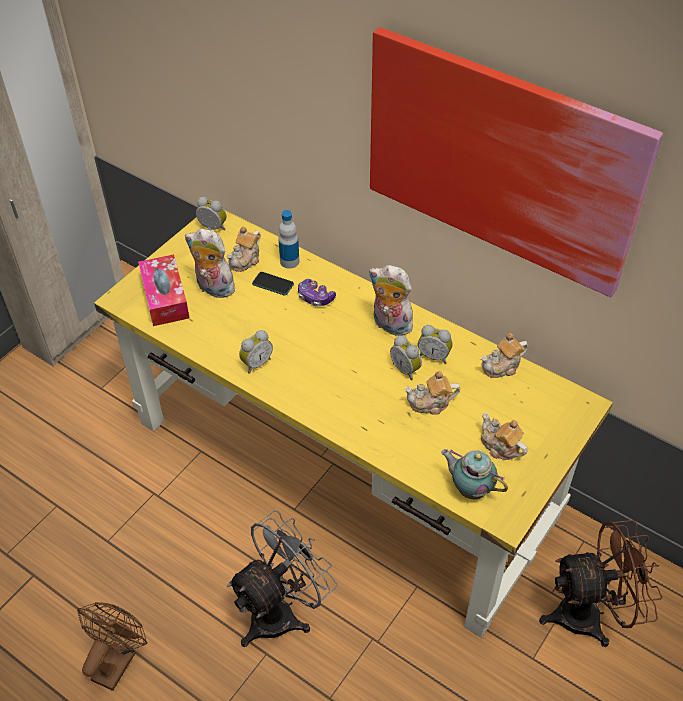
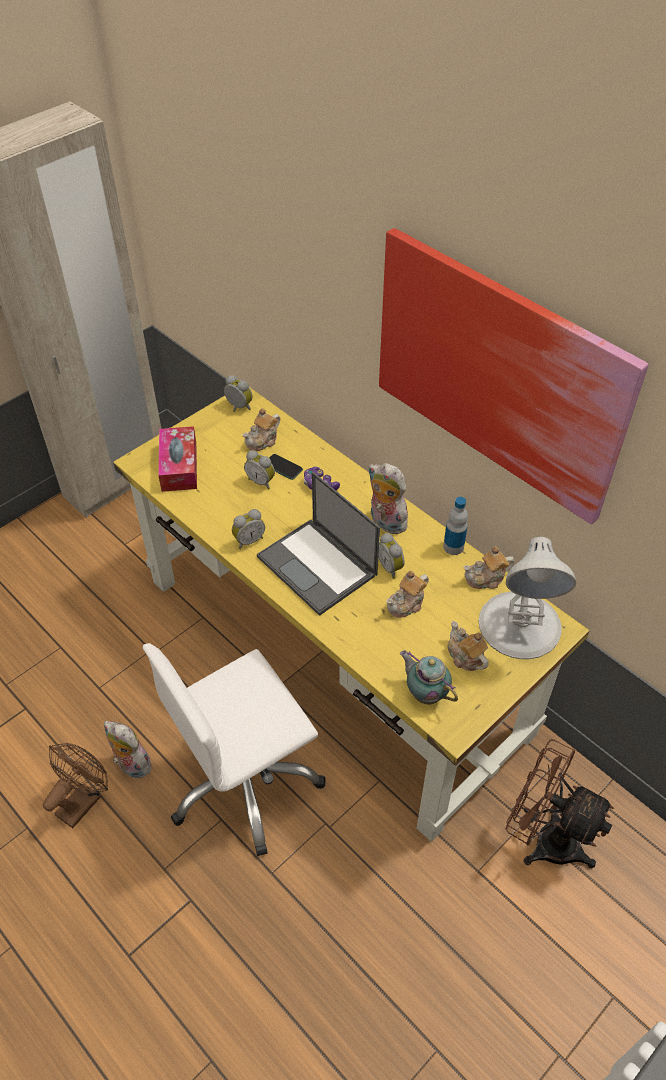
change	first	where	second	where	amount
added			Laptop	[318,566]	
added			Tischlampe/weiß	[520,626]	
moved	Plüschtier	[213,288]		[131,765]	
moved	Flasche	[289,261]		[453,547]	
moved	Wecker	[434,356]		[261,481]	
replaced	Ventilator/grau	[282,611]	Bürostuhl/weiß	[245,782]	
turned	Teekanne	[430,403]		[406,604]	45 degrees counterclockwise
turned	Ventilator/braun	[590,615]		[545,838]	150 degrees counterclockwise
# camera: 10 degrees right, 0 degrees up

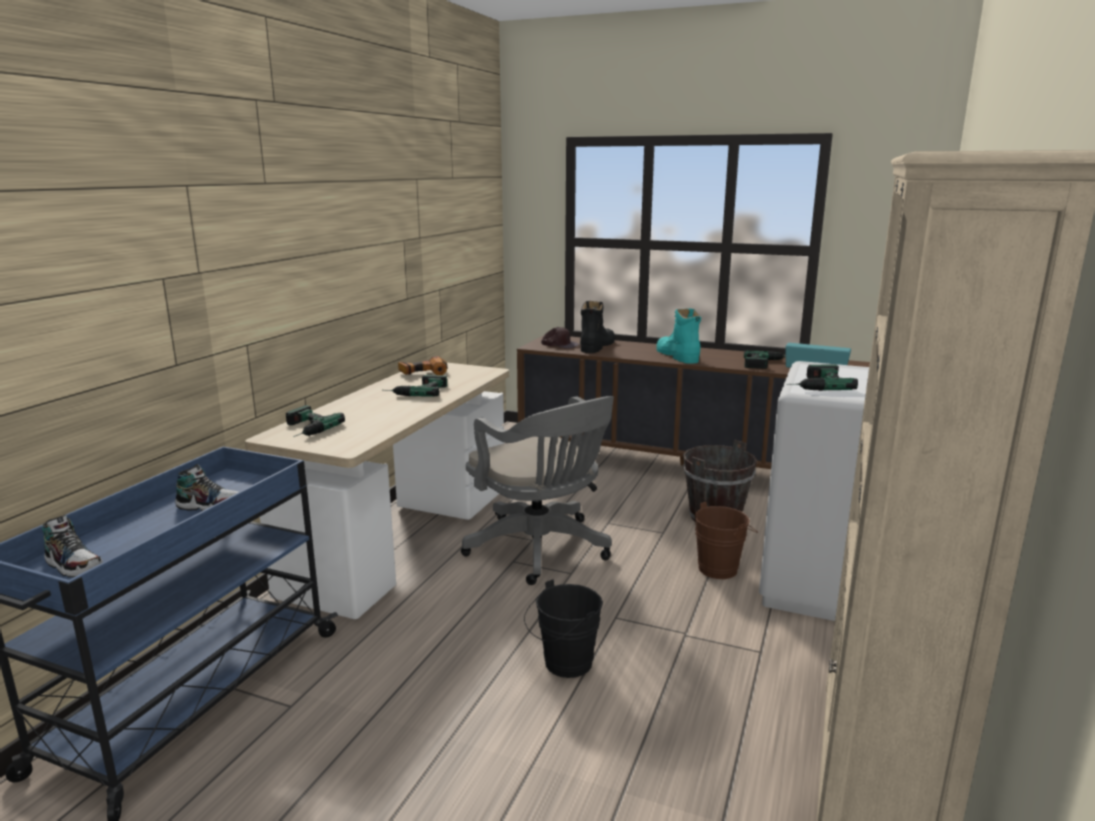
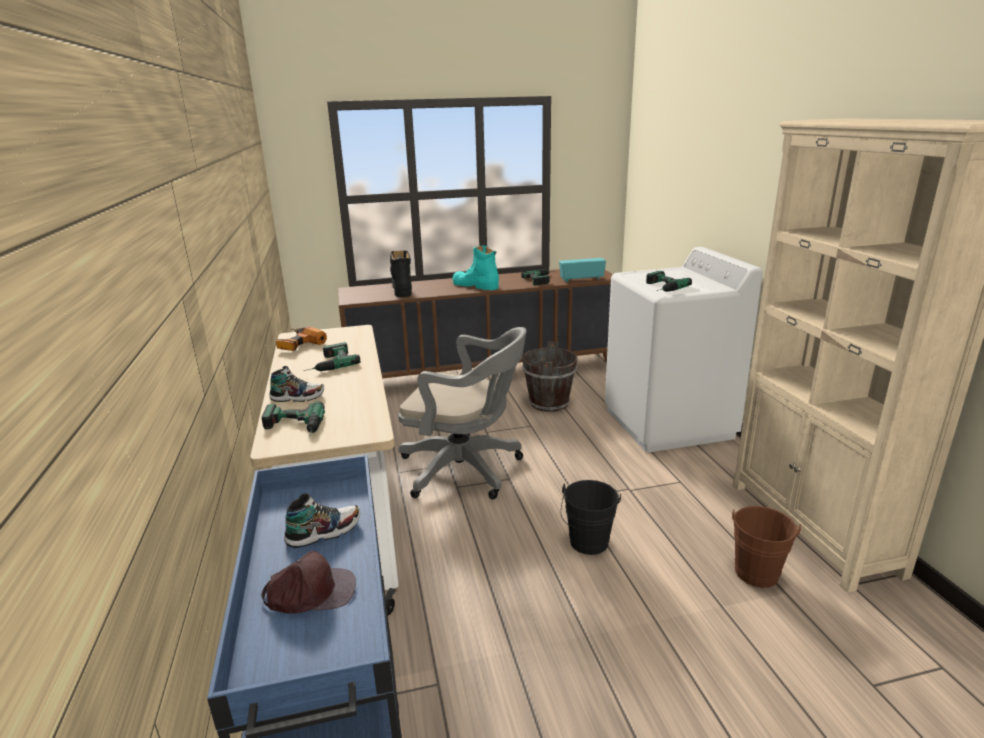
change	first	where	second	where	amount
moved	Schuh	[74,566]		[297,397]	
moved	Kappe/braun	[560,345]		[310,592]	
moved	Eimer/braun	[721,568]		[756,570]	
# camera: 35 degrees left, 5 degrees up

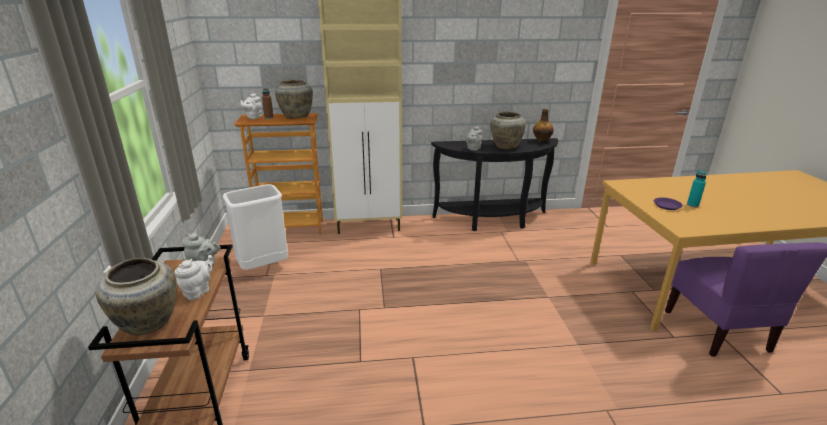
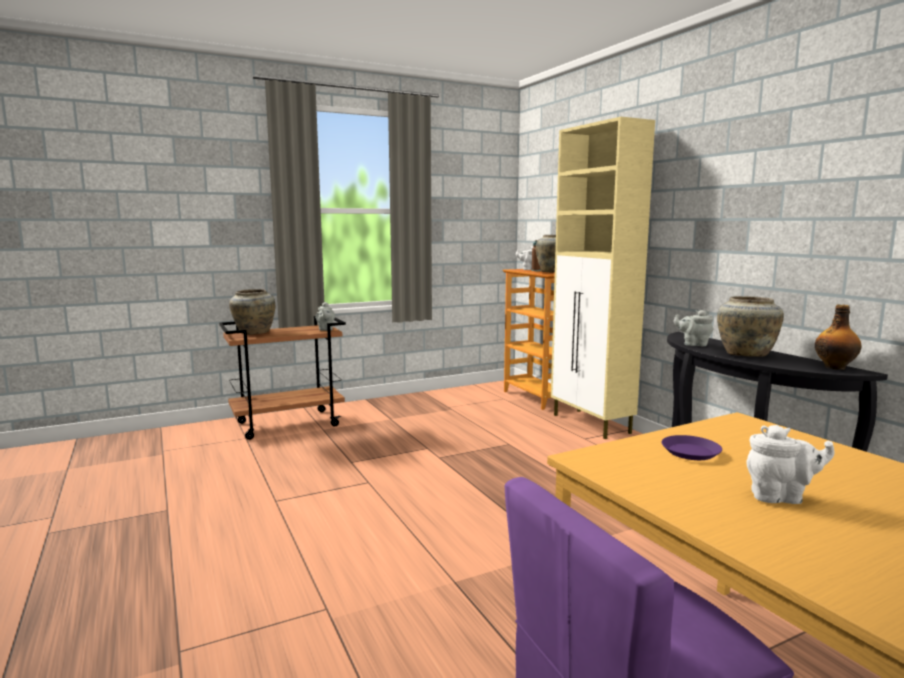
change	first	where	second	where	amount
removed	Mülleimer/weiß	[263,267]			
removed	Flasche/türkis	[692,205]			
moved	Teekanne/weiß	[198,291]		[781,497]	
# camera: 70 degrees right, 15 degrees down

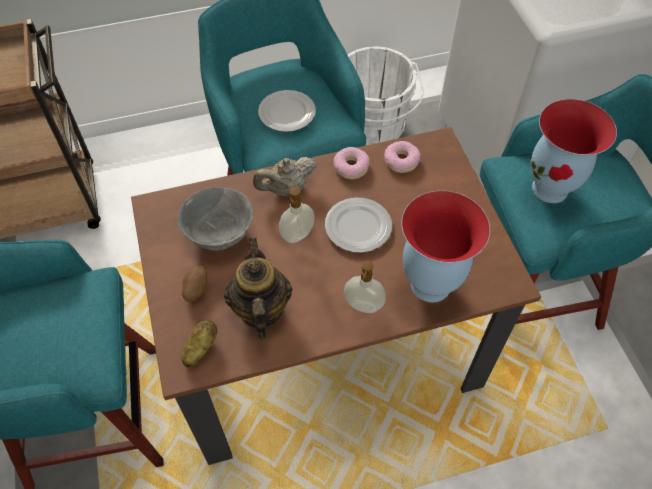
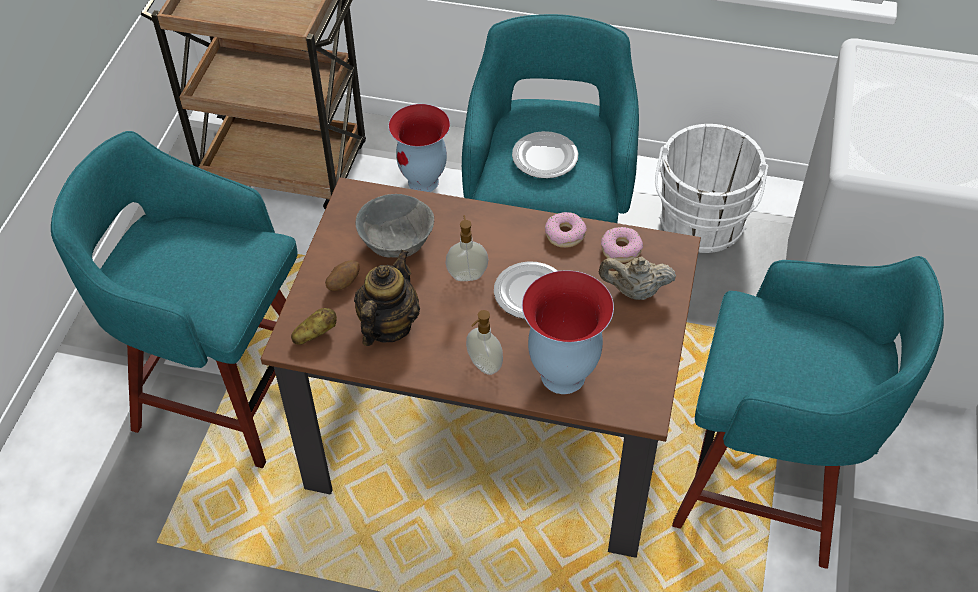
change	first	where	second	where	amount
moved	Teekanne/beige	[286,189]		[635,291]	
moved	Vase	[551,189]		[424,182]	
# camera: 30 degrees right, 5 degrees down

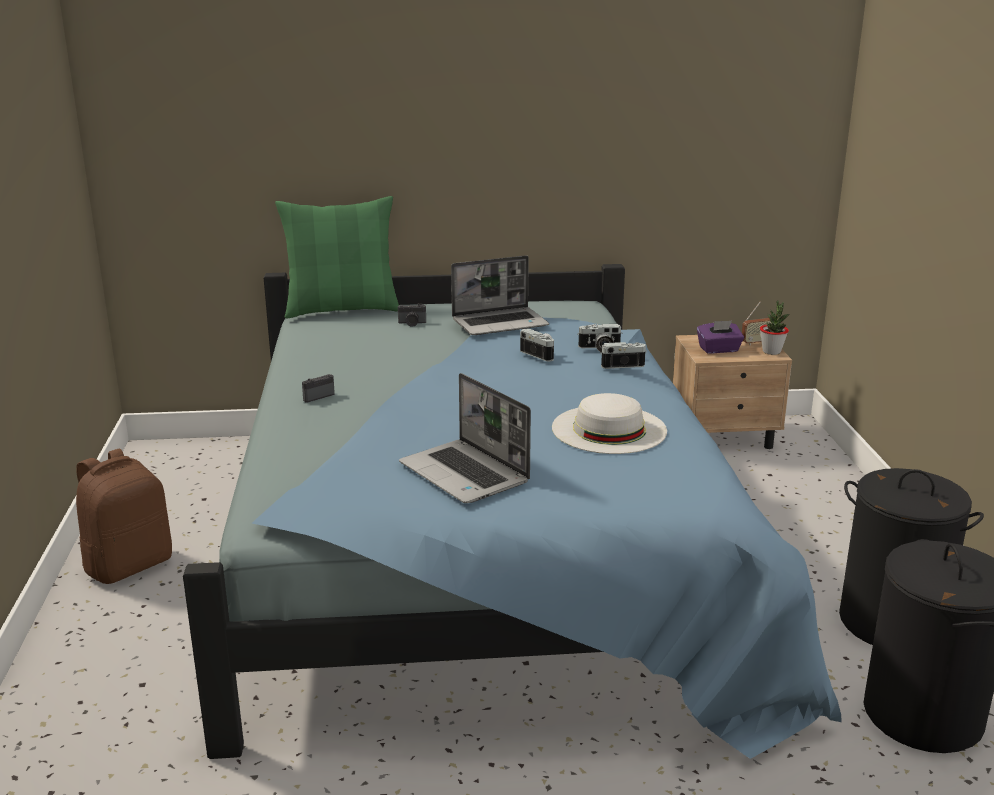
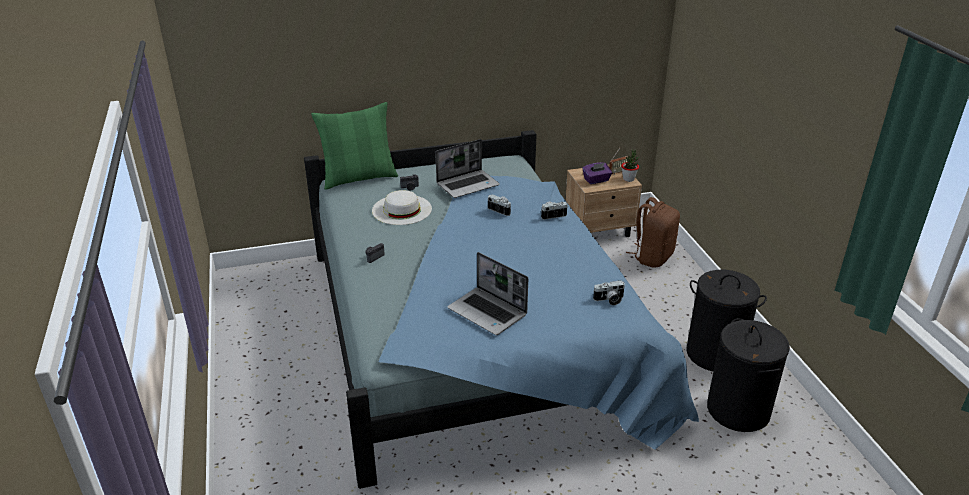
change	first	where	second	where	amount
moved	Rucksack/braun	[129,565]		[652,257]	
moved	Hut/weiß	[609,429]		[402,209]	
moved	Kamera	[600,349]		[609,300]	
# camera: 10 degrees left, 10 degrees up

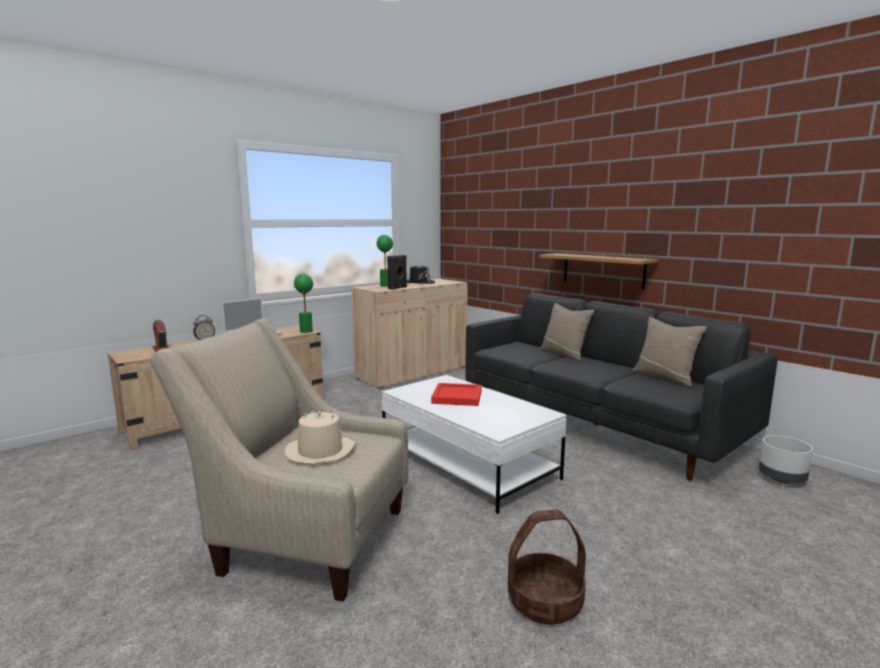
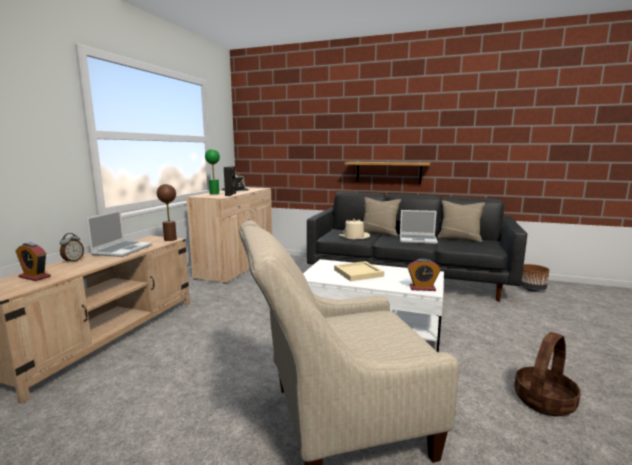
change	first	where	second	where	amount
added			Laptop	[418,240]	
added			Wecker	[422,288]	
moved	Hut/beige	[320,451]		[354,237]	
recoloured	Tischlampe/grün	[306,331]	Tischlampe/braun	[170,239]	
recoloured	Tablett/rot	[456,396]	Tablett/beige	[357,273]	
recoloured	Pflanzkübel/grau	[782,479]	Pflanzkübel/braun	[532,289]	
# camera: 30 degrees left, 0 degrees up

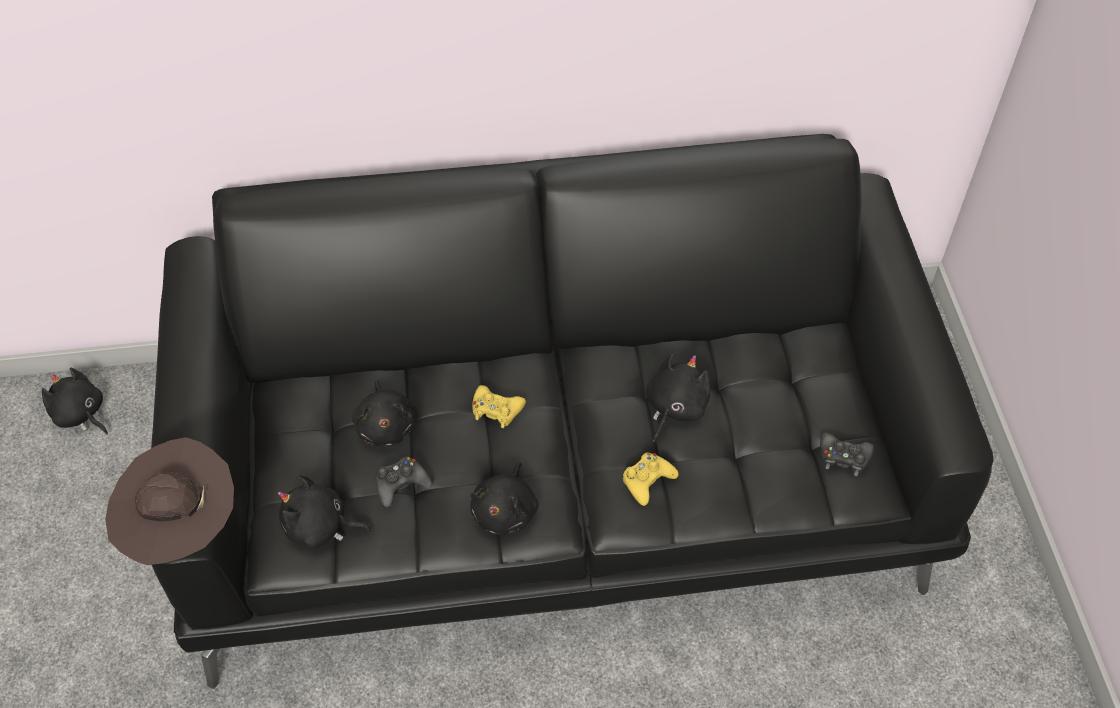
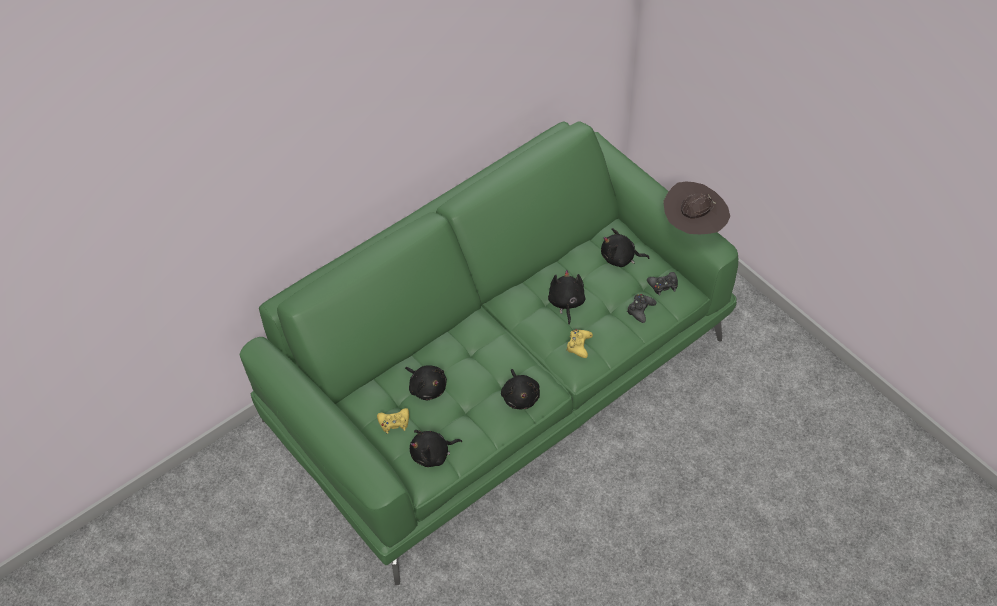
change	first	where	second	where	amount
moved	Plüschtier/schwarz	[80,414]		[620,258]	
moved	Hut/braun	[181,528]		[693,226]	
moved	Gamepad/schwarz	[401,484]		[640,310]	
moved	Gamepad/gelb	[496,410]		[394,422]	
recoloured	Sofa/schwarz	[559,475]	Sofa/grün	[501,378]	
# camera: 30 degrees left, 0 degrees up

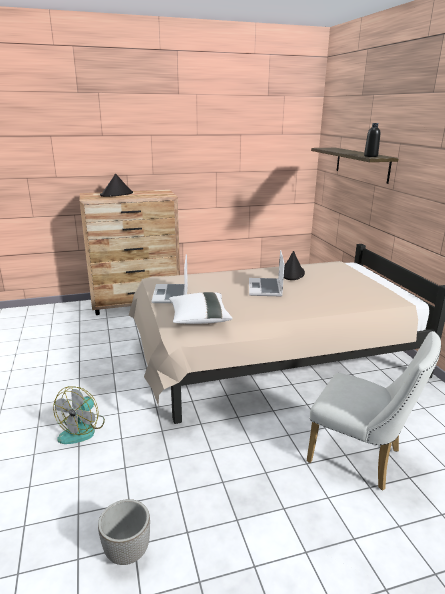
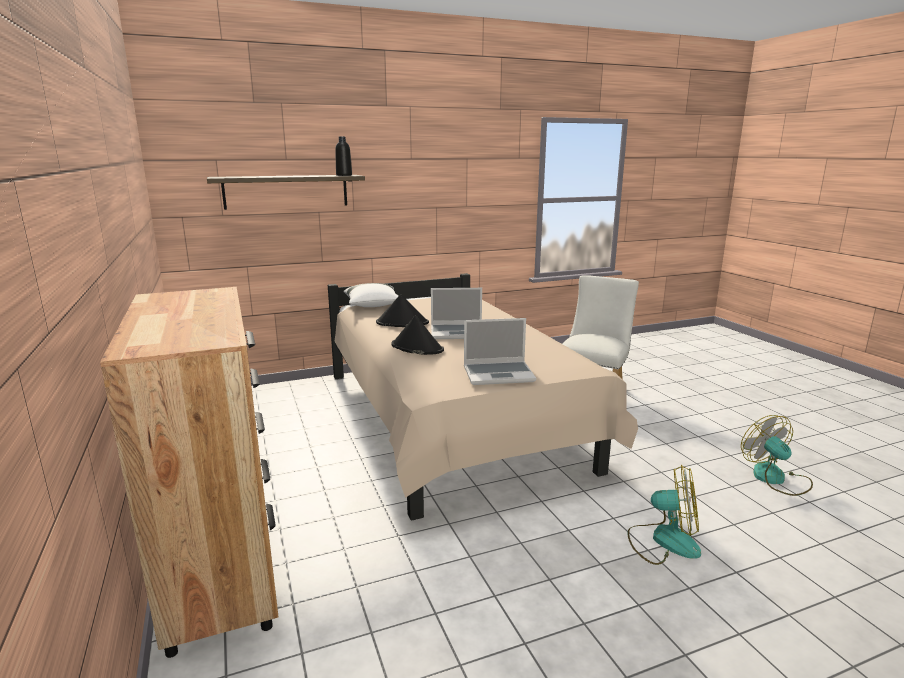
change	first	where	second	where	amount
moved	Hut/schwarz	[117,194]		[417,347]	
moved	Kissen/weiß	[199,318]		[372,306]	
replaced	Pflanzkübel	[127,551]	Ventilator	[776,479]	
# camera: 95 degrees left, 5 degrees down

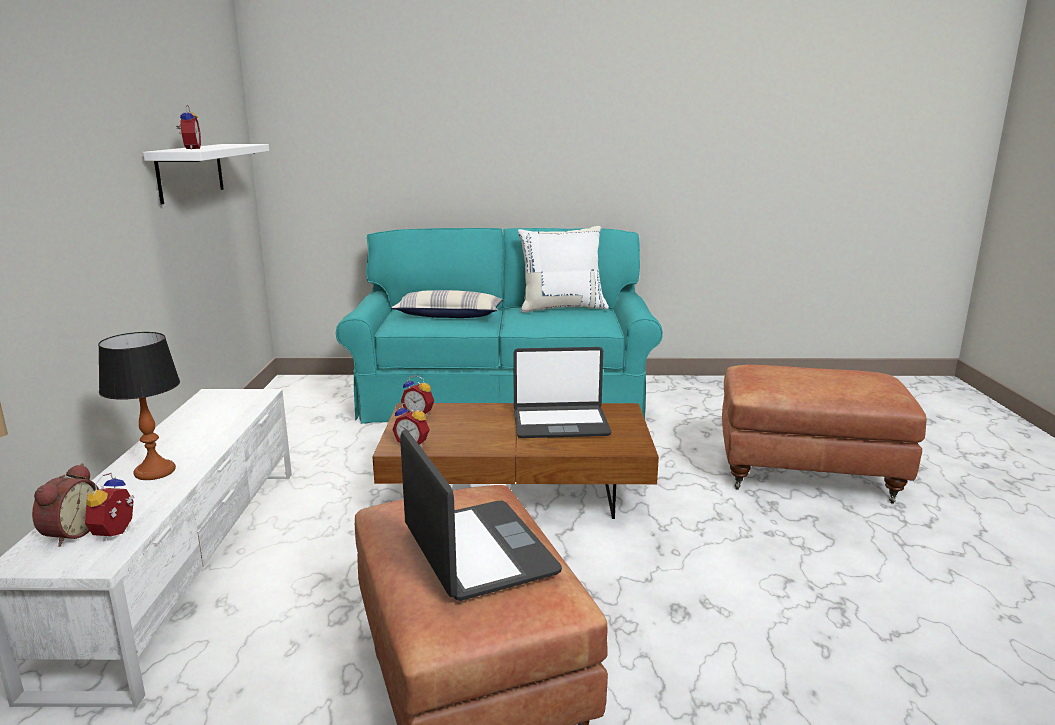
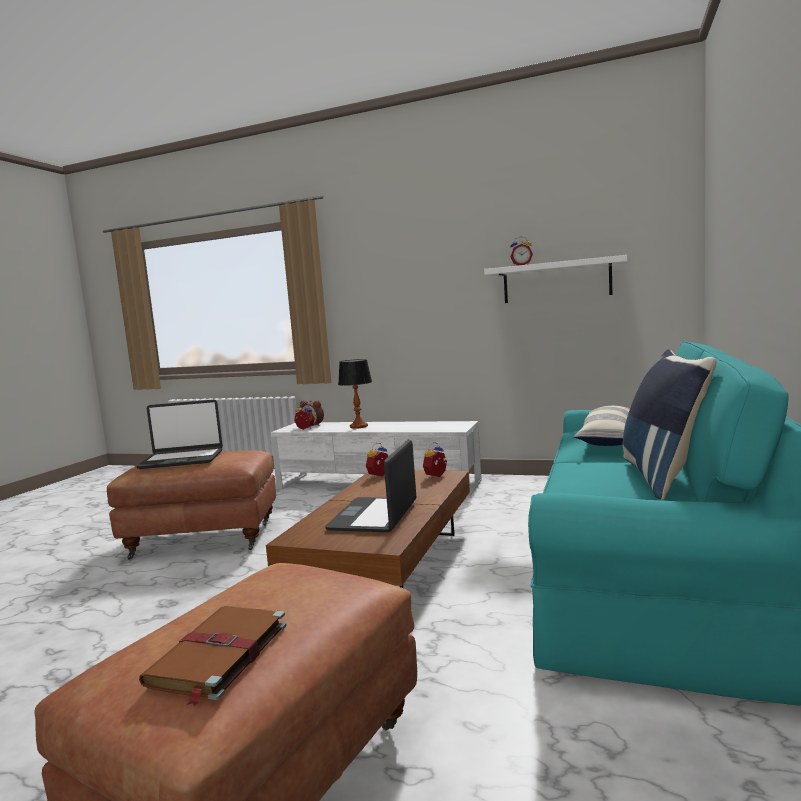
change	first	where	second	where	amount
added			Buch/braun	[218,655]	
recoloured	Kissen/weiß	[562,307]	Kissen/blau	[665,478]	
# camera: 110 degrees right, 10 degrees down

